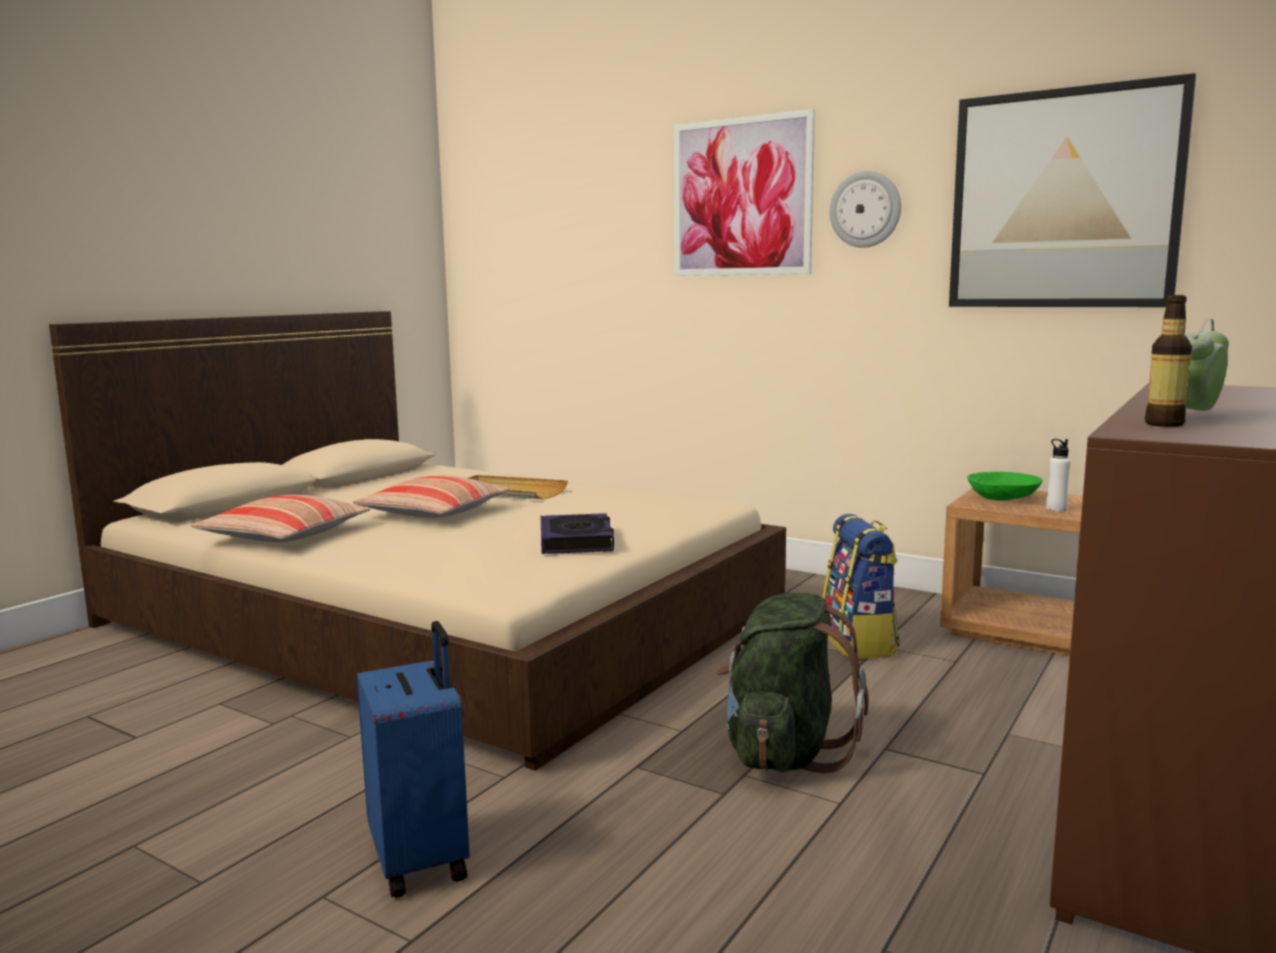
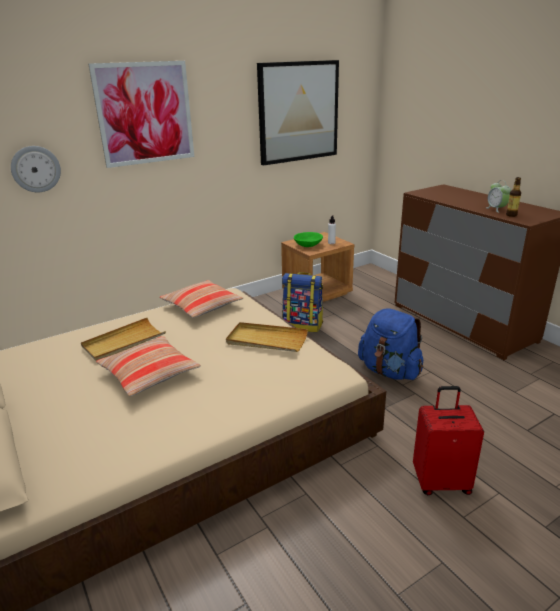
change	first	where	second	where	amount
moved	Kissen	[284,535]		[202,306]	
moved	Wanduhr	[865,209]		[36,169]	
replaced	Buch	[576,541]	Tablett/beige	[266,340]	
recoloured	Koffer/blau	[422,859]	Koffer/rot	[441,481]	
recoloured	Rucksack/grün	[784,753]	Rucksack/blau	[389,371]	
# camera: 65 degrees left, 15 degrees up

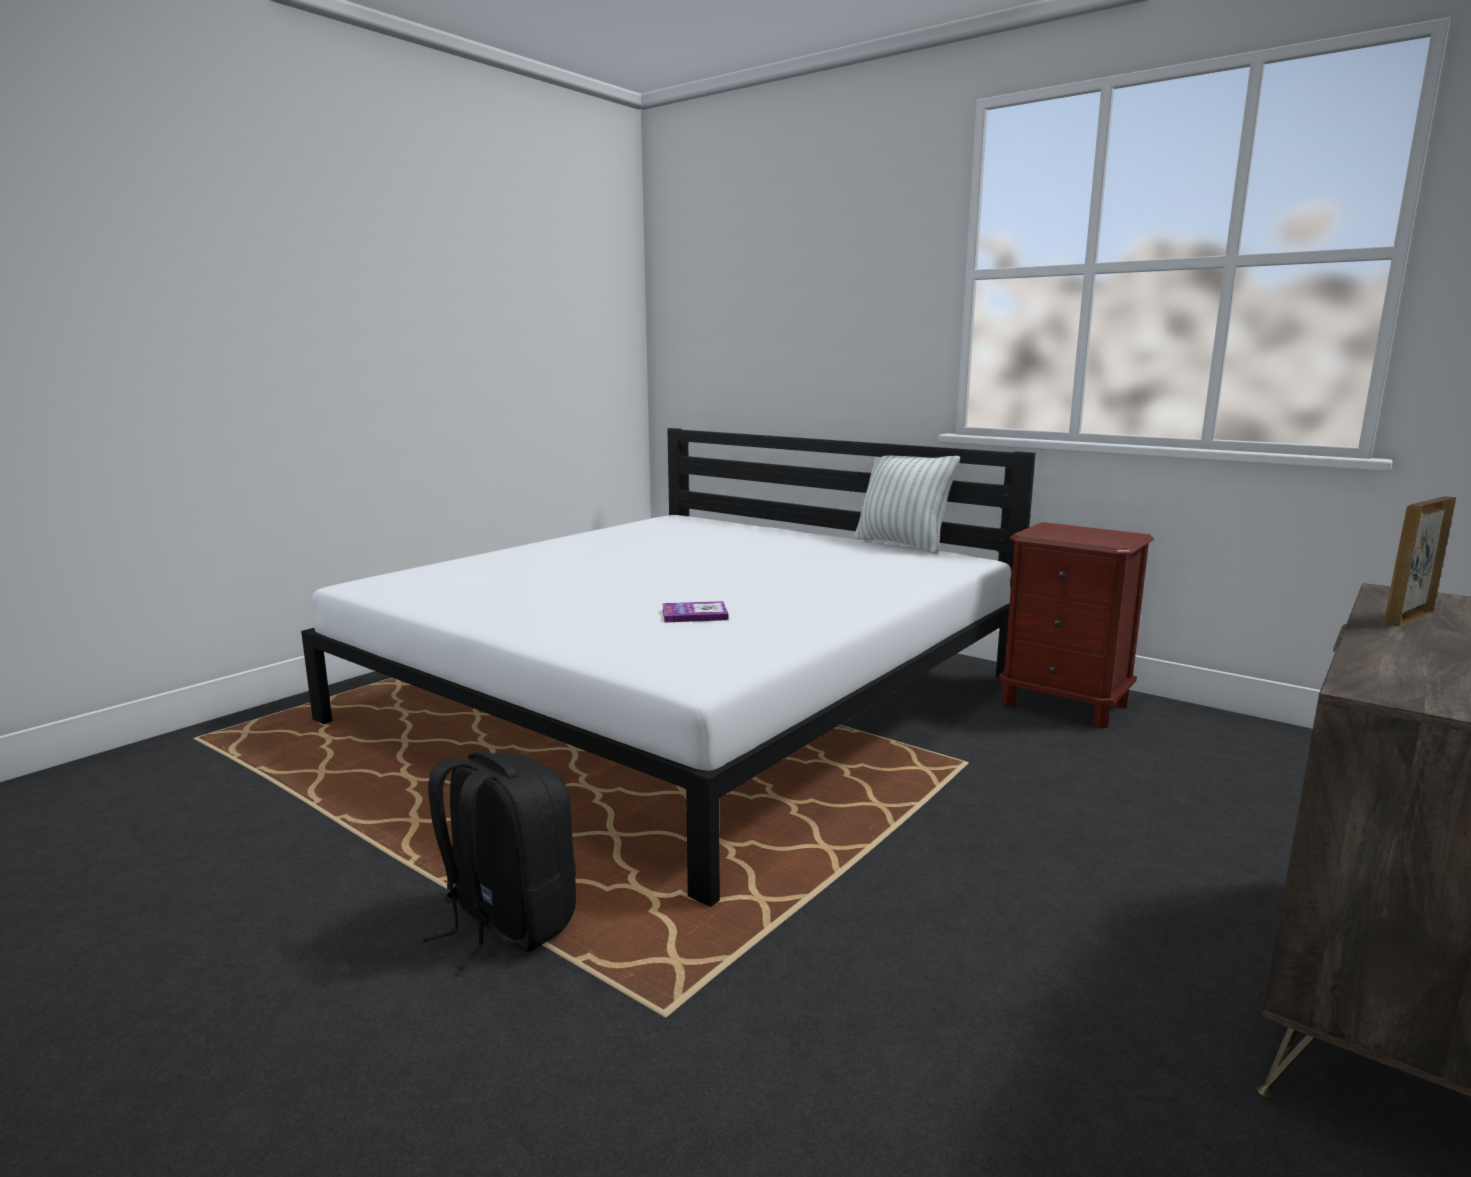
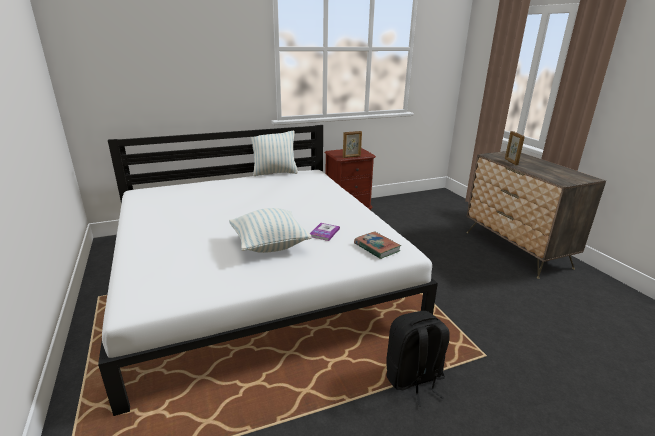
change	first	where	second	where	amount
added			Kissen	[269,245]	
added			Bilderrahmen	[351,157]	
added			Buch	[376,247]	
# camera: 60 degrees left, 10 degrees up

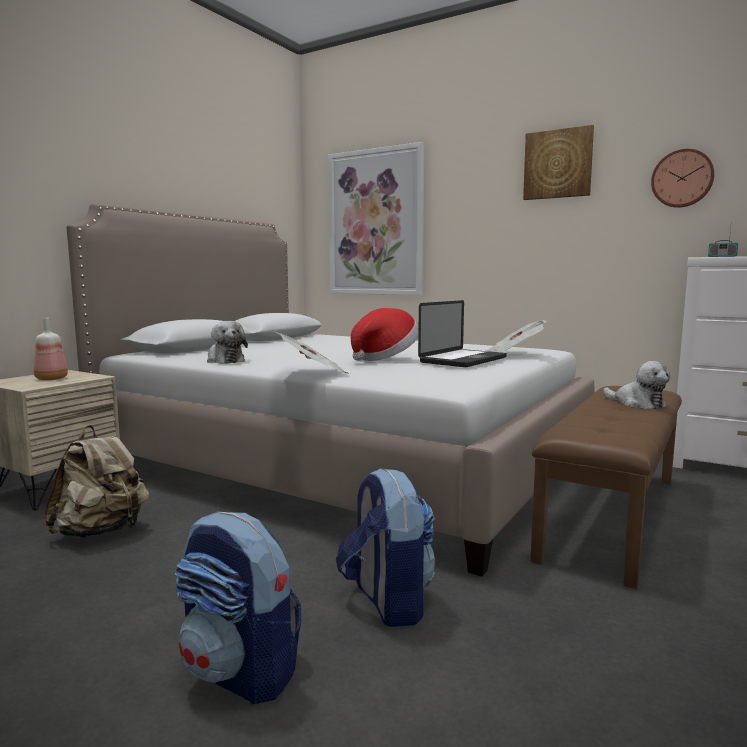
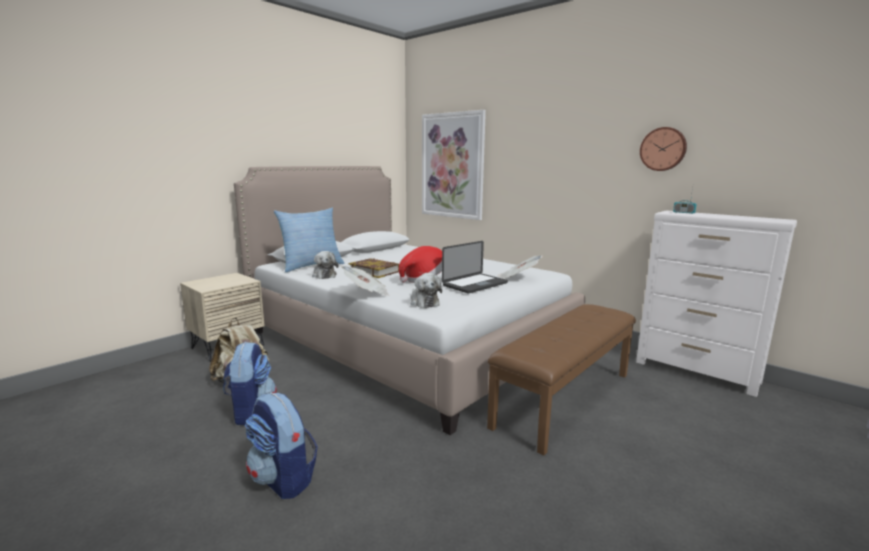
change	first	where	second	where	amount
removed	Flasche	[51,379]			
removed	Bild	[558,164]			
added			Kissen	[311,266]	
added			Buch	[374,271]	
moved	Rucksack	[387,601]		[251,412]	
moved	Plüschtier	[637,404]		[423,302]	
# camera: 10 degrees right, 5 degrees up

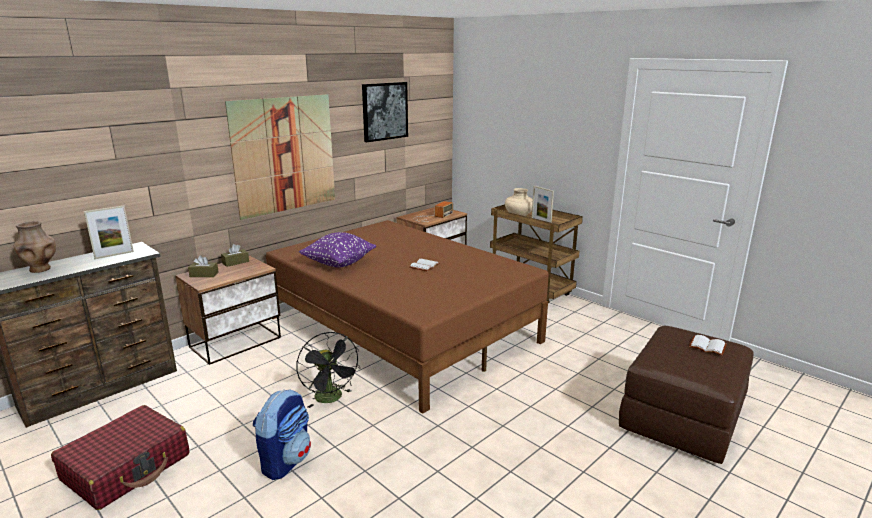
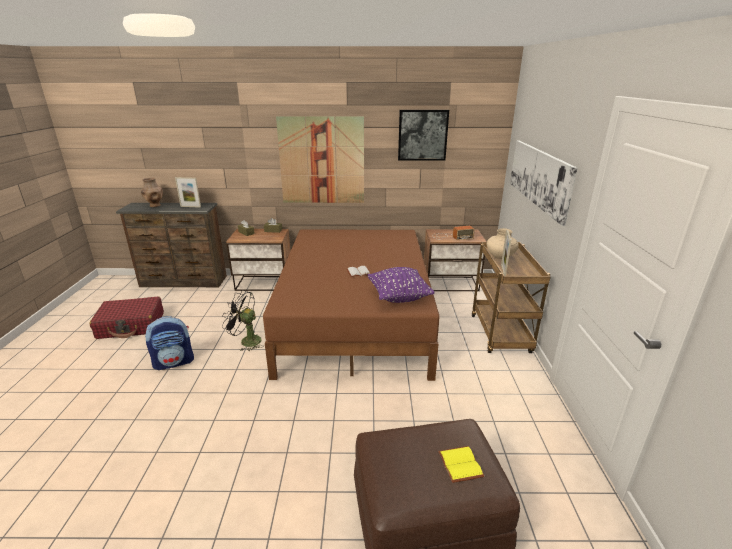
change	first	where	second	where	amount
added			Bild	[539,177]	
moved	Kissen/lila	[339,263]		[399,297]	
recoloured	Buch/weiß	[706,346]	Buch/gelb	[459,464]	
turned	Ventilator/schwarz	[331,399]		[246,341]	90 degrees clockwise
# camera: 45 degrees right, 5 degrees up

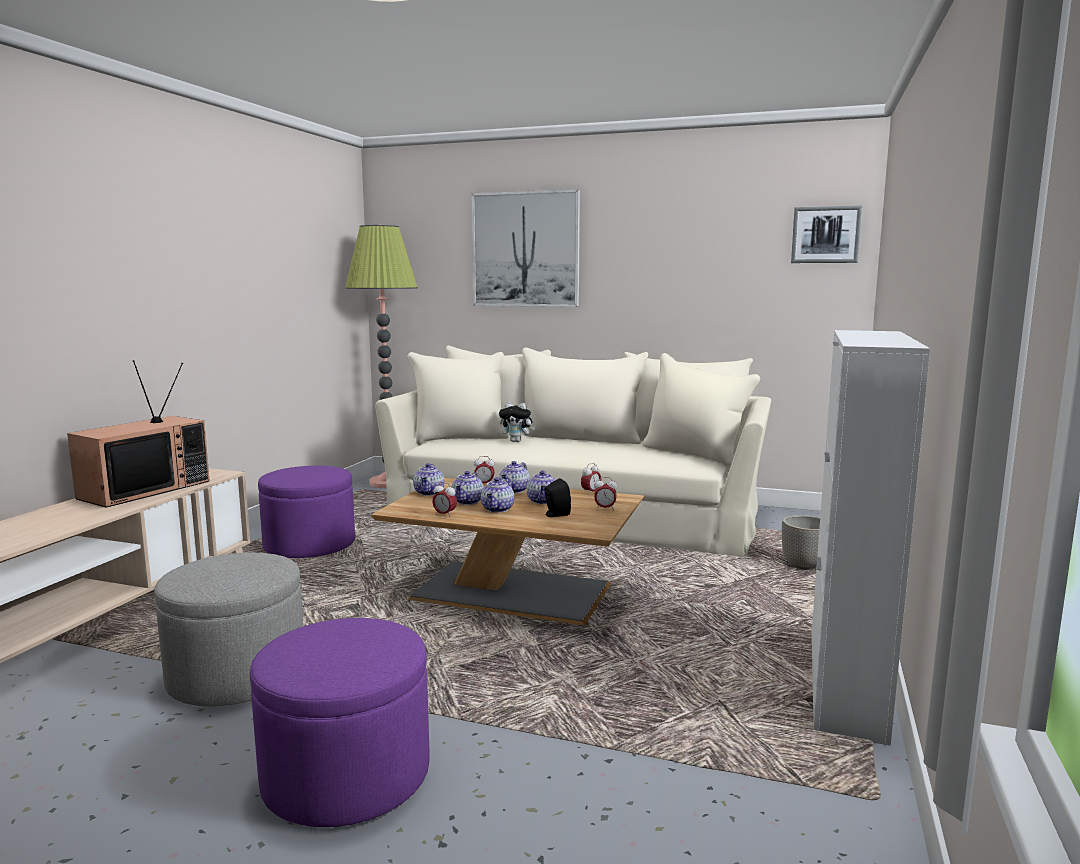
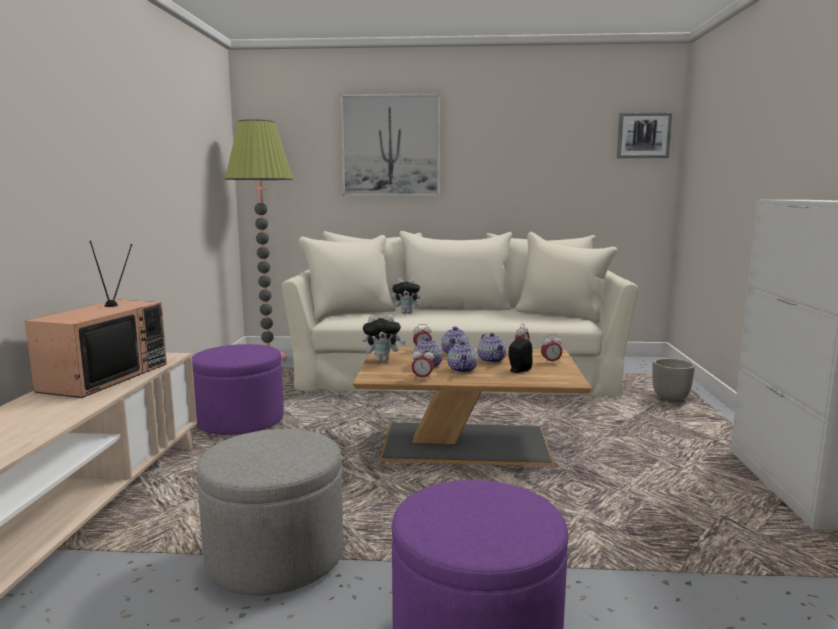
change	first	where	second	where	amount
replaced	Teekanne	[429,493]	Plüschtier	[383,360]	
# camera: 15 degrees left, 0 degrees up

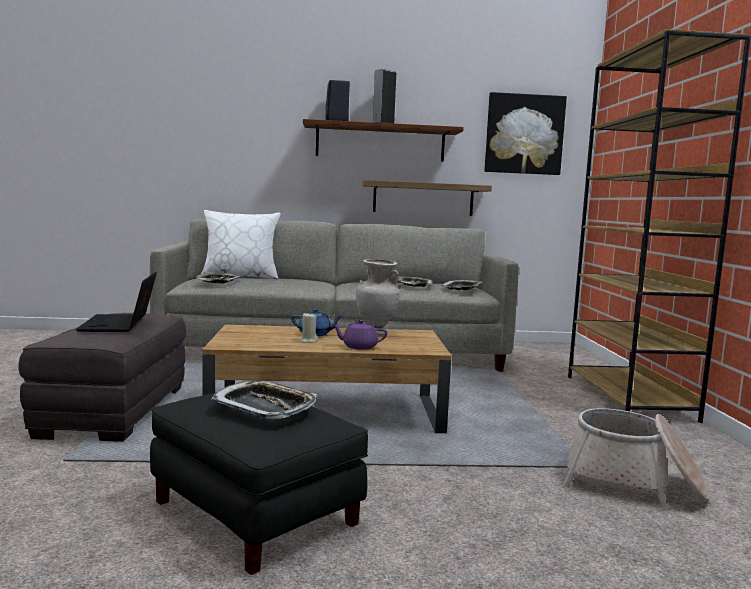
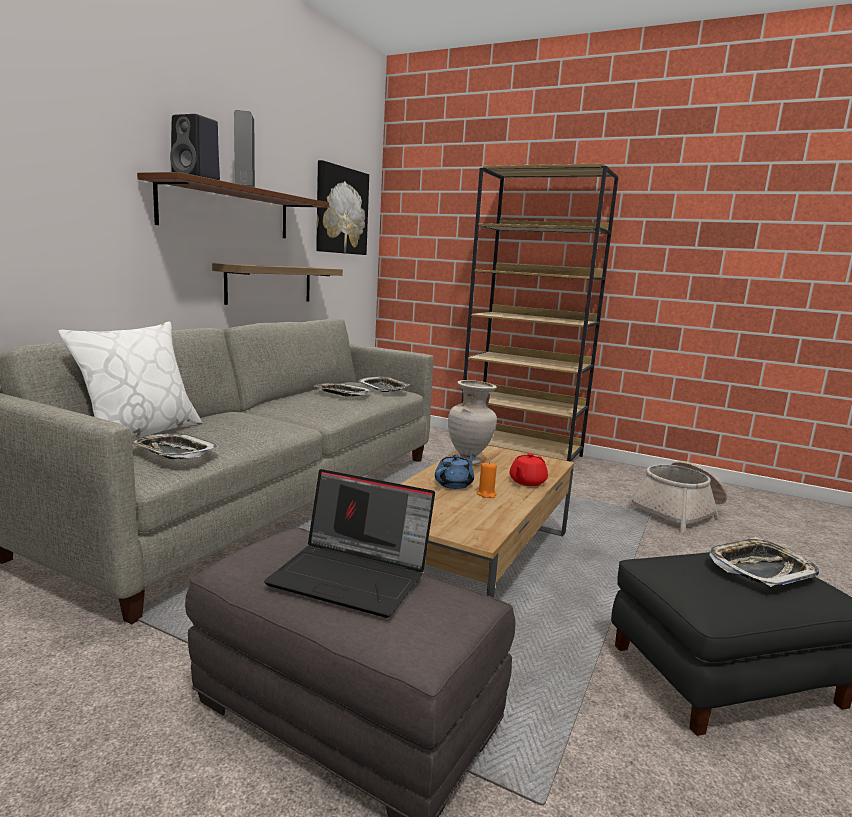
change	first	where	second	where	amount
recoloured	Kerze/beige	[308,341]	Kerze/orange	[486,494]	
recoloured	Teekanne/lila	[359,347]	Teekanne/rot	[527,482]	
# camera: 60 degrees left, 5 degrees up

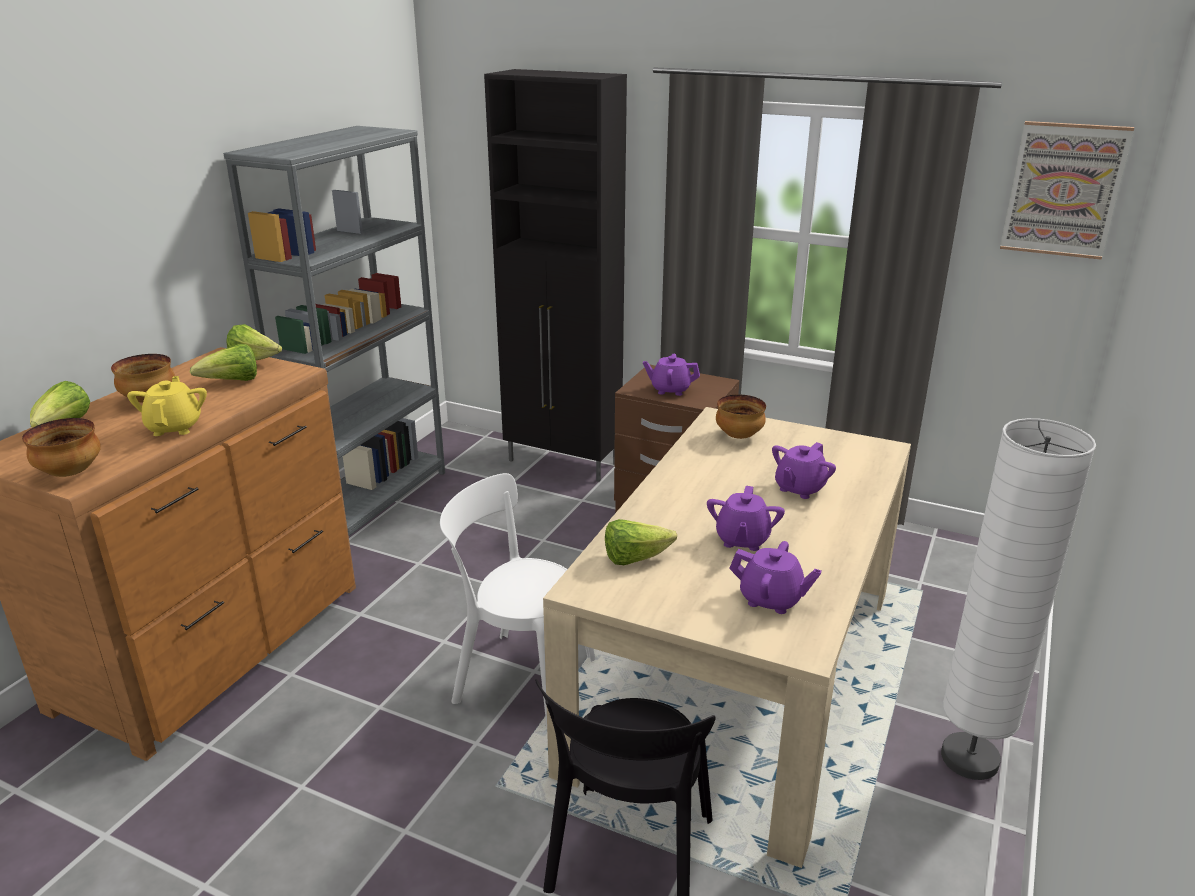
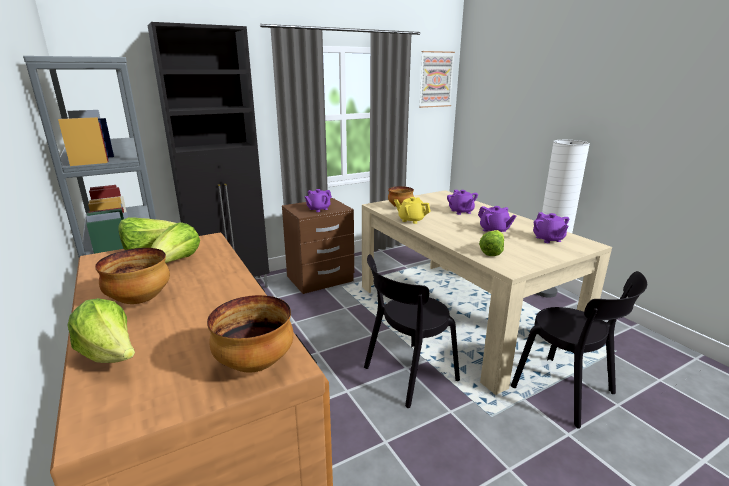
change	first	where	second	where	amount
moved	Teekanne/gelb	[175,427]		[411,220]	
recoloured	Stuhl/weiß	[518,677]	Stuhl/schwarz	[407,375]	
turned	Teekanne/lila	[771,599]		[548,239]	105 degrees clockwise
# camera: 55 degrees left, 5 degrees down

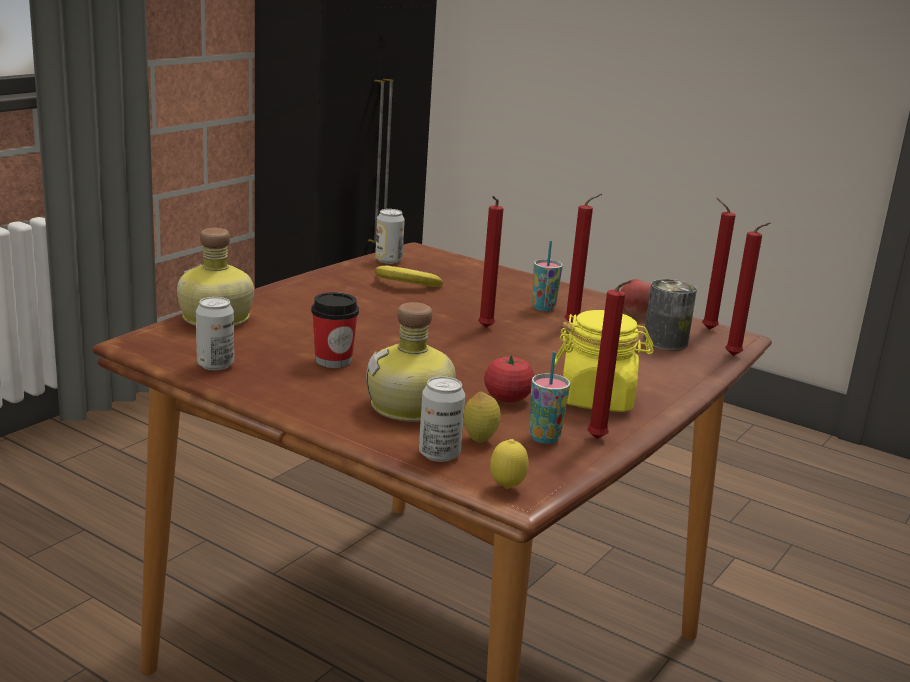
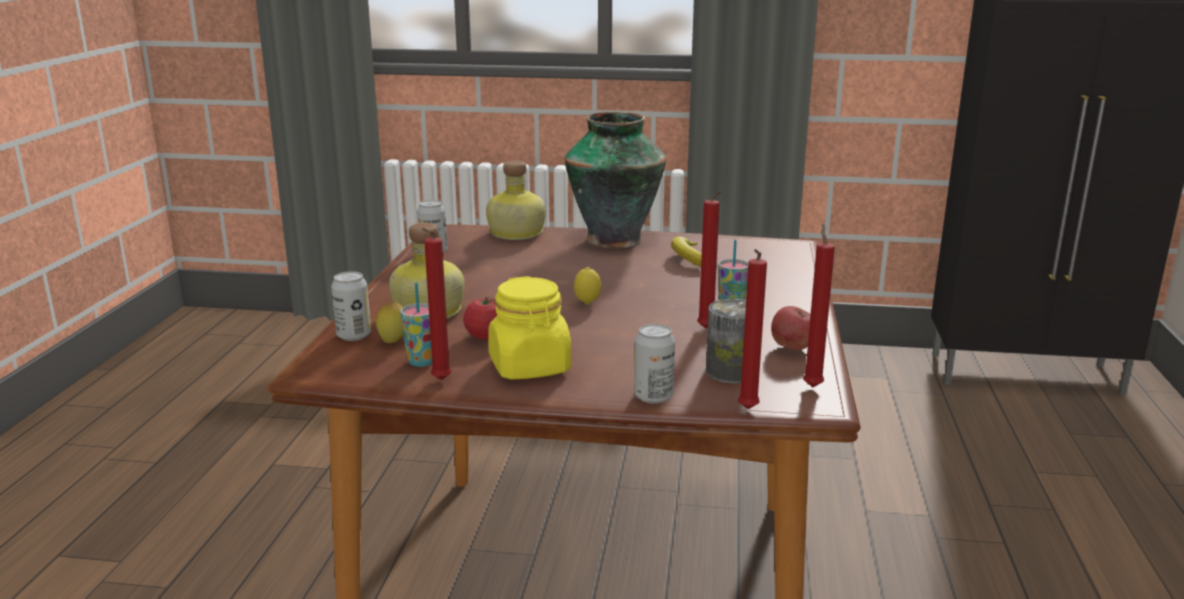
change	first	where	second	where	amount
removed	Tasse	[333,360]			
removed	Kerze/rot	[484,328]			
added			Vase	[617,239]	
moved	Dose	[388,260]		[653,396]	
moved	Zitrone	[506,488]		[587,304]	
# camera: 65 degrees right, 0 degrees up

